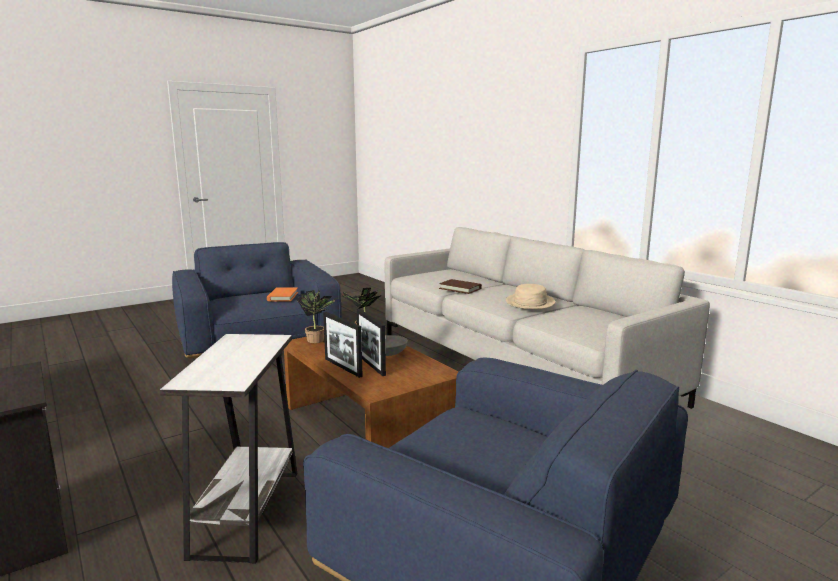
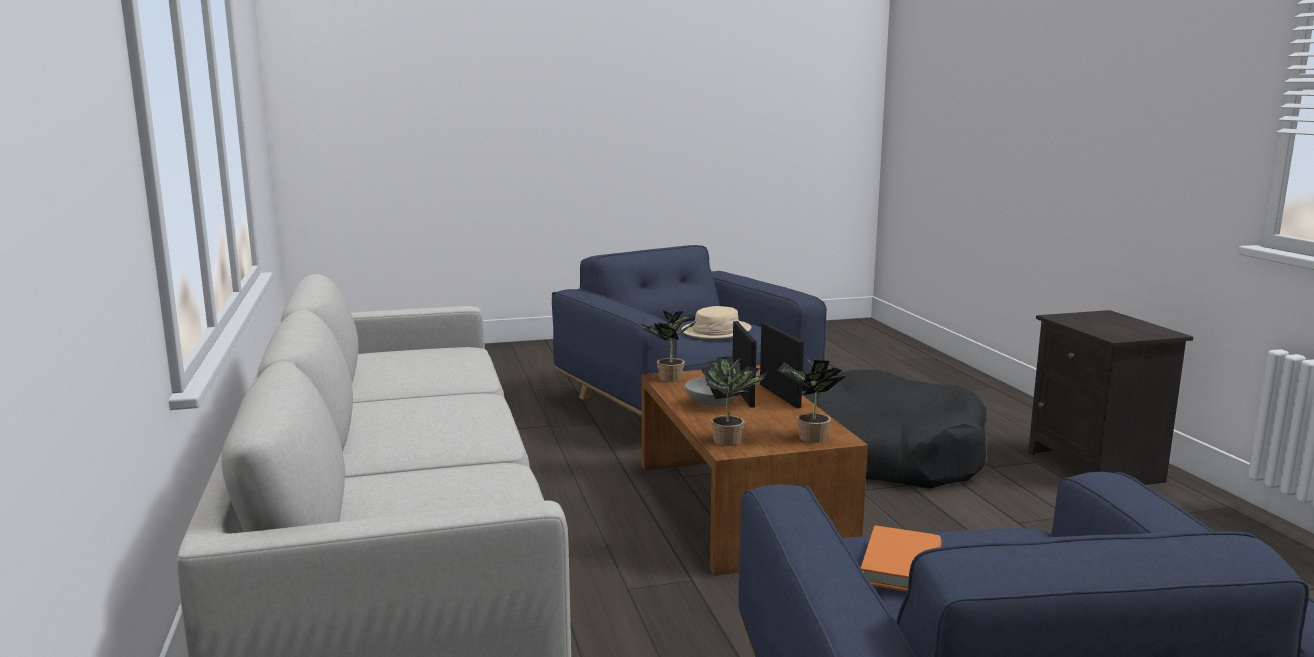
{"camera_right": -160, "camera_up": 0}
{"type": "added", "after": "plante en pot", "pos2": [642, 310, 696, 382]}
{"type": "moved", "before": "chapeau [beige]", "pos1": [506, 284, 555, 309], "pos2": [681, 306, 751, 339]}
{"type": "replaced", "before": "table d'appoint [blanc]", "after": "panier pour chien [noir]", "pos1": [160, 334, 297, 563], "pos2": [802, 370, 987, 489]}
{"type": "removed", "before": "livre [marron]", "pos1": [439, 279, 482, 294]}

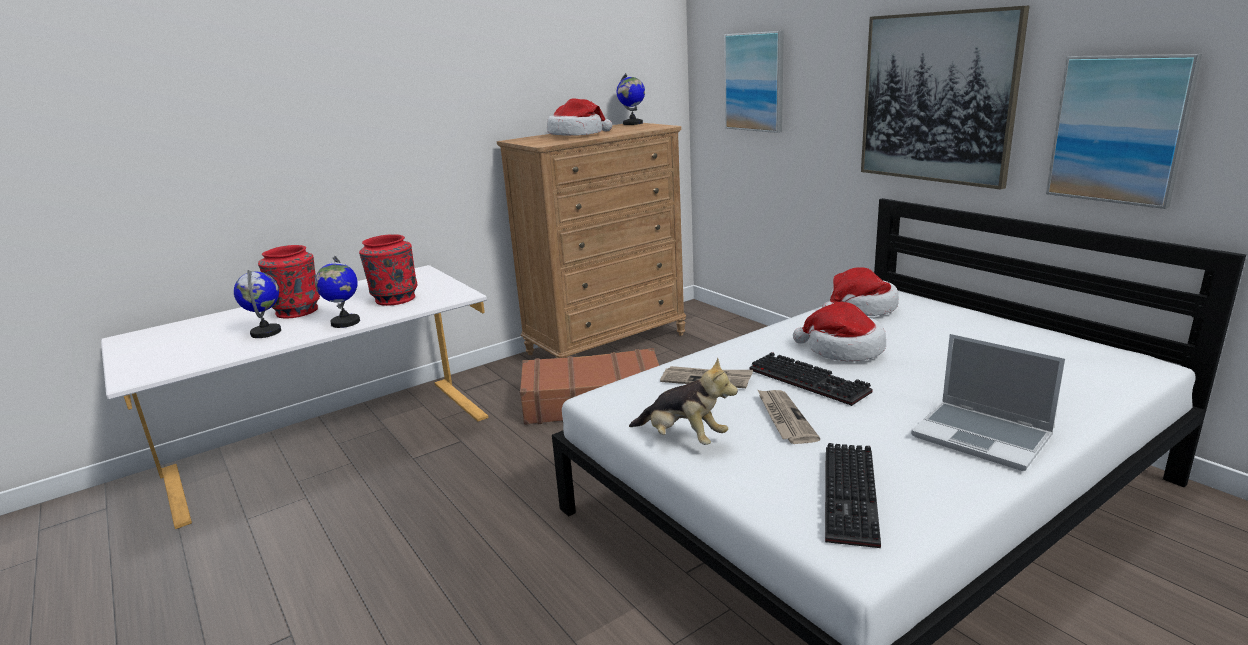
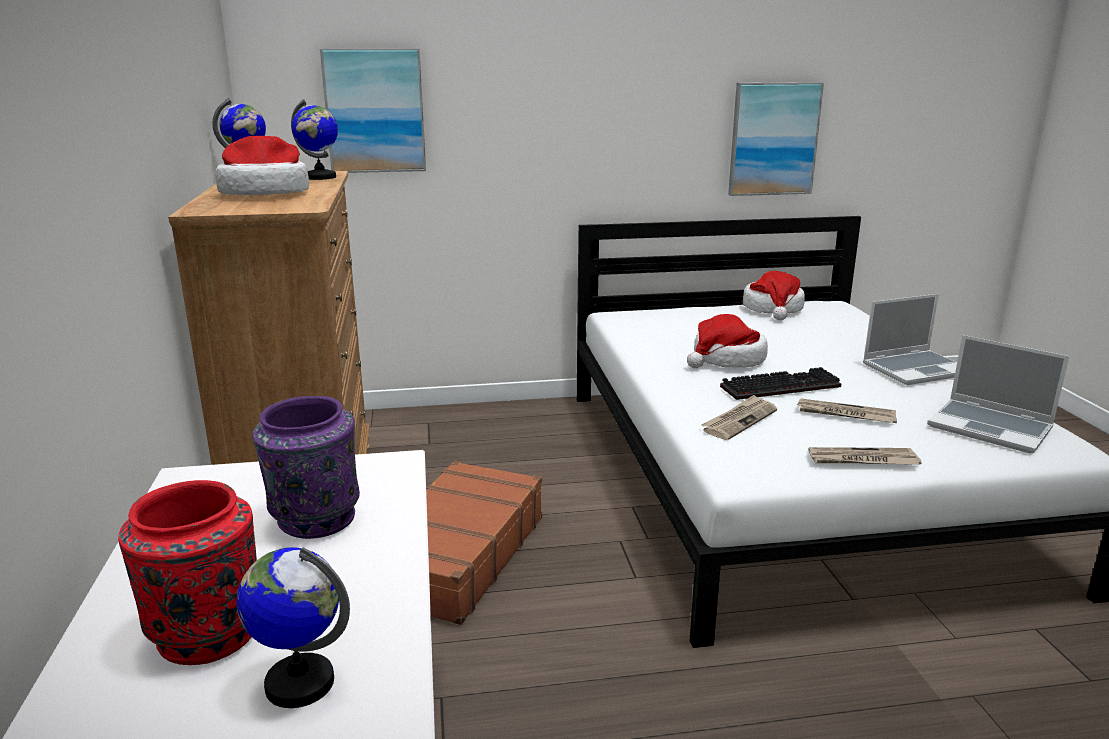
{"camera_right": -65, "camera_up": 0}
{"type": "recoloured", "before": "vase [rouge]", "after": "vase [violet]", "pos1": [359, 234, 418, 306], "pos2": [253, 396, 360, 539]}
{"type": "moved", "before": "globe", "pos1": [315, 256, 360, 328], "pos2": [291, 99, 338, 180]}
{"type": "moved", "before": "chapeau", "pos1": [822, 267, 899, 316], "pos2": [743, 271, 805, 320]}
{"type": "replaced", "before": "peluche", "after": "journal", "pos1": [629, 358, 738, 445], "pos2": [808, 447, 922, 465]}
{"type": "replaced", "before": "clavier", "after": "ordinateur portable", "pos1": [825, 443, 881, 548], "pos2": [927, 335, 1069, 454]}
{"type": "removed", "before": "tableau", "pos1": [861, 6, 1029, 190]}

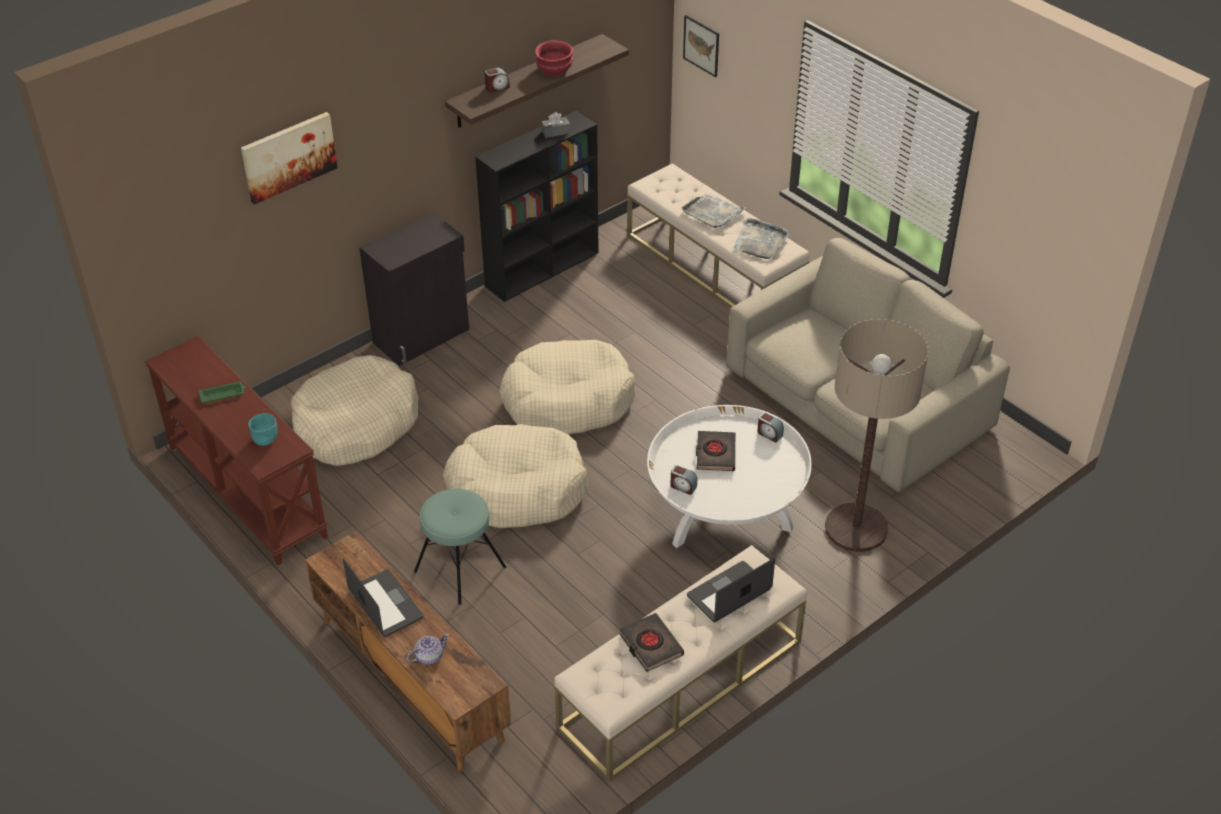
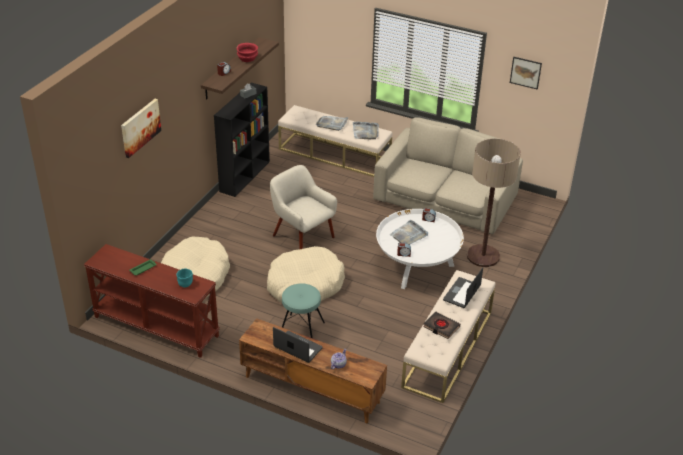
{"camera_right": -25, "camera_up": -5}
{"type": "replaced", "before": "panier pour chien [beige]", "after": "fauteuil [beige]", "pos1": [500, 340, 636, 434], "pos2": [270, 165, 337, 249]}
{"type": "replaced", "before": "livre [noir]", "after": "plateau [gris]", "pos1": [696, 431, 736, 471], "pos2": [390, 220, 428, 245]}
{"type": "moved", "before": "tableau", "pos1": [683, 15, 719, 77], "pos2": [510, 57, 542, 89]}
{"type": "removed", "before": "meuble de rangement [noir]", "pos1": [359, 213, 469, 366]}

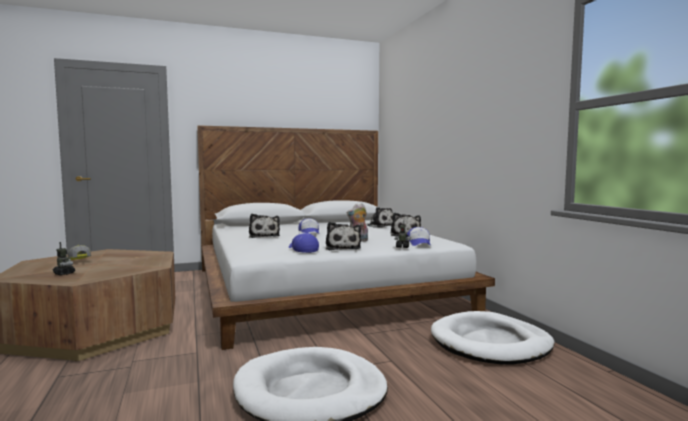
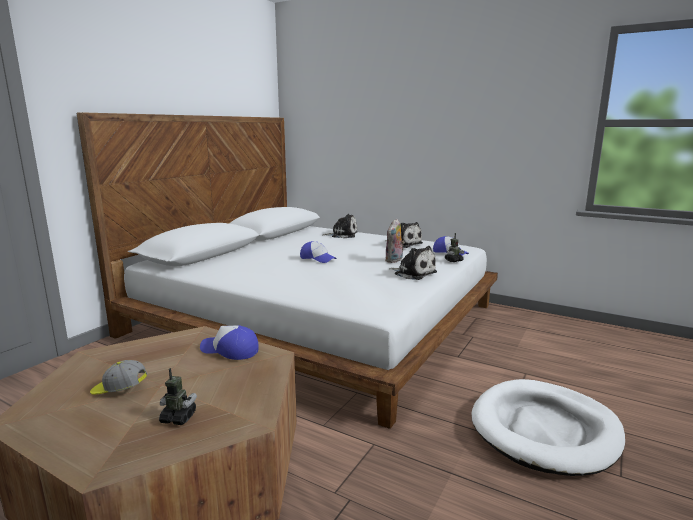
{"camera_right": -40, "camera_up": 10}
{"type": "moved", "before": "casquette", "pos1": [289, 232, 319, 253], "pos2": [200, 325, 259, 360]}
{"type": "removed", "before": "peluche", "pos1": [249, 214, 280, 238]}
{"type": "removed", "before": "panier pour chien [blanc]", "pos1": [431, 311, 555, 364]}

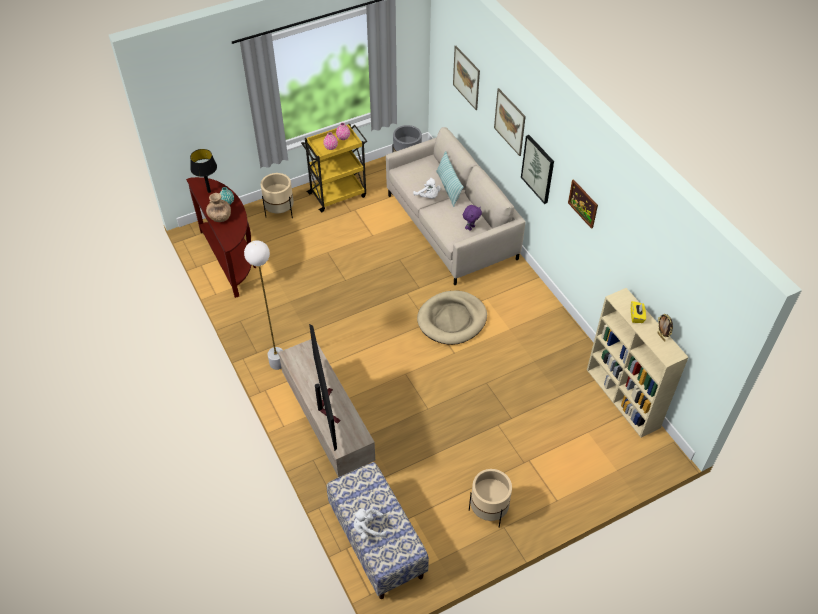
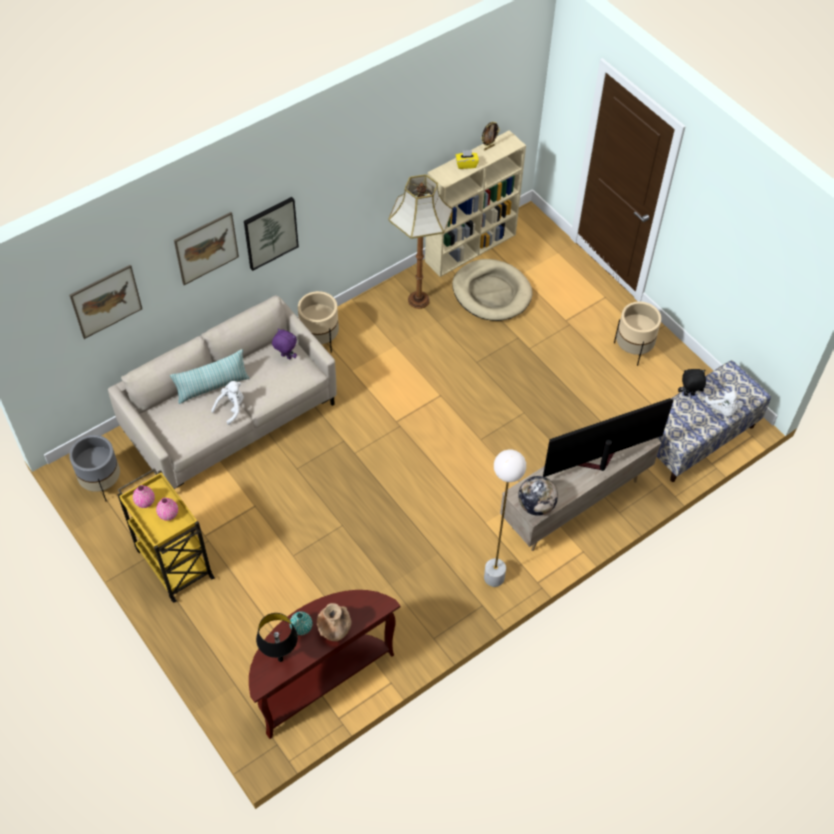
{"camera_right": -100, "camera_up": 5}
{"type": "moved", "before": "cache-pot [beige]", "pos1": [261, 173, 294, 218], "pos2": [298, 291, 339, 353]}
{"type": "added", "after": "lampadaire", "pos2": [388, 174, 453, 309]}
{"type": "moved", "before": "panier pour chien [beige]", "pos1": [417, 291, 487, 345], "pos2": [452, 259, 533, 321]}
{"type": "added", "after": "globe", "pos2": [518, 476, 558, 516]}
{"type": "added", "after": "peluche [noir]", "pos2": [678, 369, 706, 396]}
{"type": "removed", "before": "tableau", "pos1": [568, 179, 598, 229]}

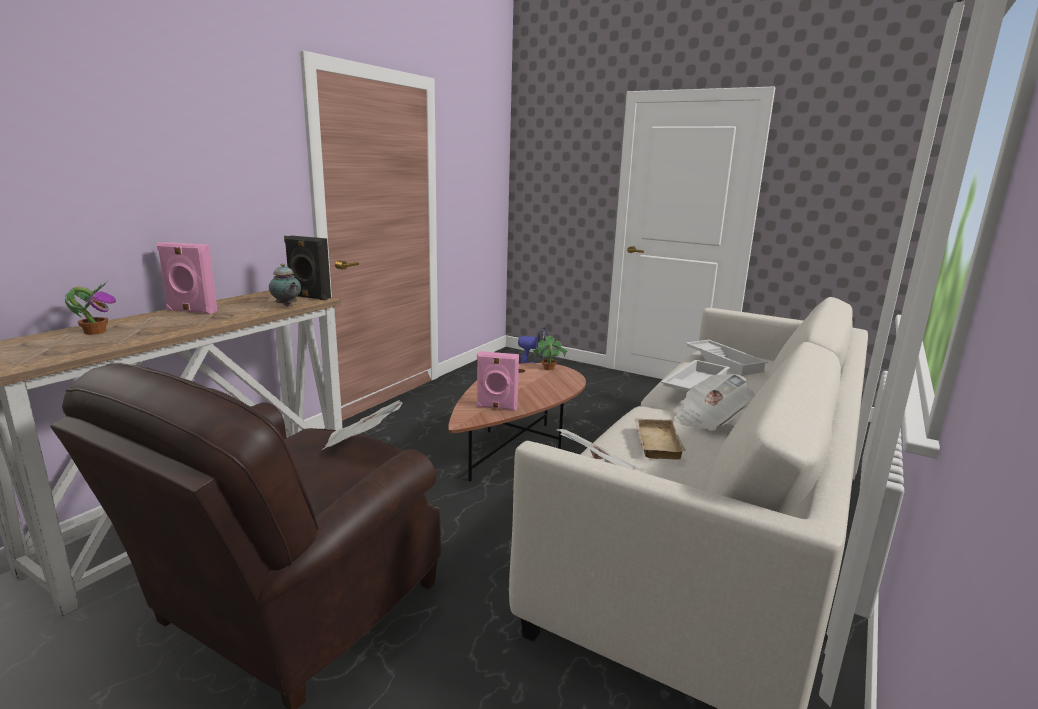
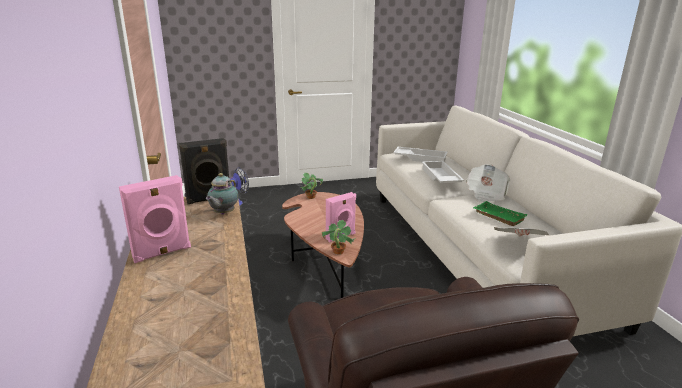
{"camera_right": -45, "camera_up": 5}
{"type": "turned", "before": "théière", "pos1": [269, 263, 301, 306], "pos2": [206, 173, 239, 215], "turn": 105}
{"type": "moved", "before": "plante en pot", "pos1": [65, 282, 116, 335], "pos2": [322, 220, 356, 255]}
{"type": "recoloured", "before": "plateau [beige]", "after": "plateau [vert]", "pos1": [634, 419, 686, 460], "pos2": [473, 201, 528, 226]}
{"type": "removed", "before": "journal", "pos1": [322, 400, 402, 450]}

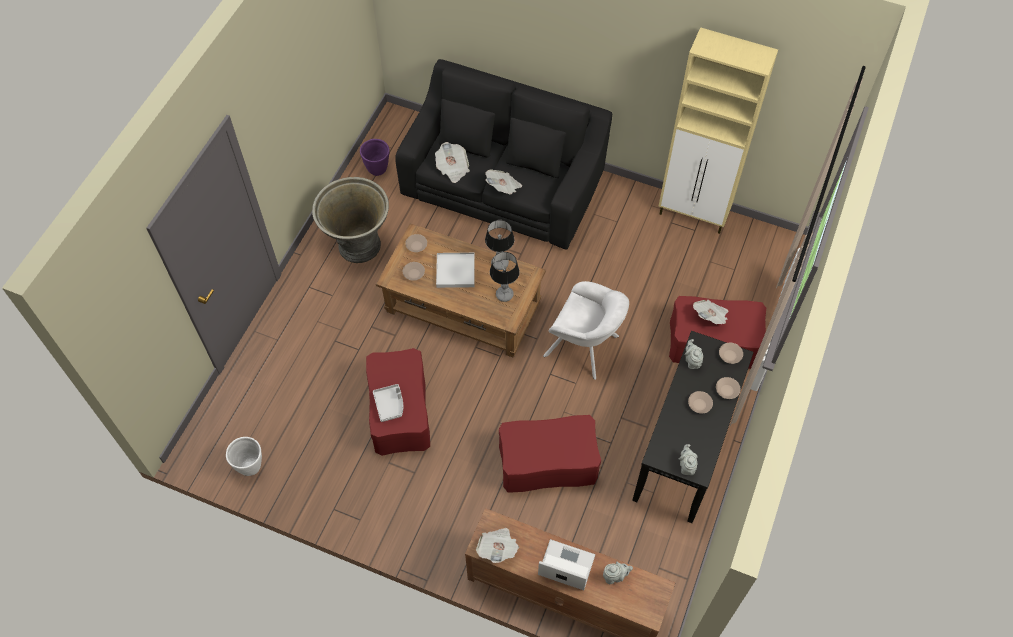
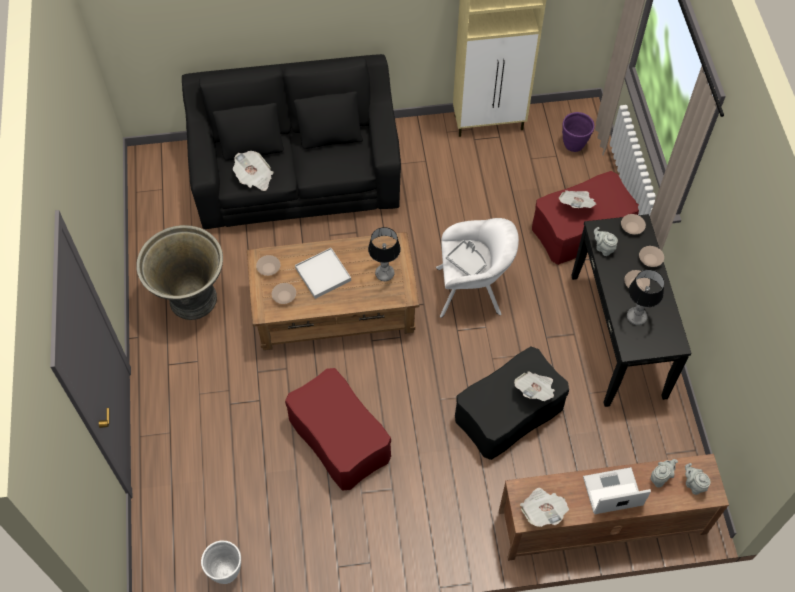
{"camera_right": -30, "camera_up": 0}
{"type": "moved", "before": "plateau [gris]", "pos1": [373, 384, 403, 422], "pos2": [446, 240, 487, 276]}
{"type": "recoloured", "before": "pouf [rouge]", "after": "pouf [noir]", "pos1": [499, 415, 601, 493], "pos2": [455, 347, 569, 460]}
{"type": "moved", "before": "journal", "pos1": [485, 169, 522, 195], "pos2": [514, 371, 555, 401]}
{"type": "moved", "before": "cache-pot [violet]", "pos1": [360, 139, 390, 176], "pos2": [562, 112, 595, 152]}
{"type": "moved", "before": "lampe de table", "pos1": [485, 220, 515, 270], "pos2": [627, 269, 664, 325]}
{"type": "moved", "before": "théière [gris]", "pos1": [679, 444, 698, 475], "pos2": [685, 463, 711, 495]}

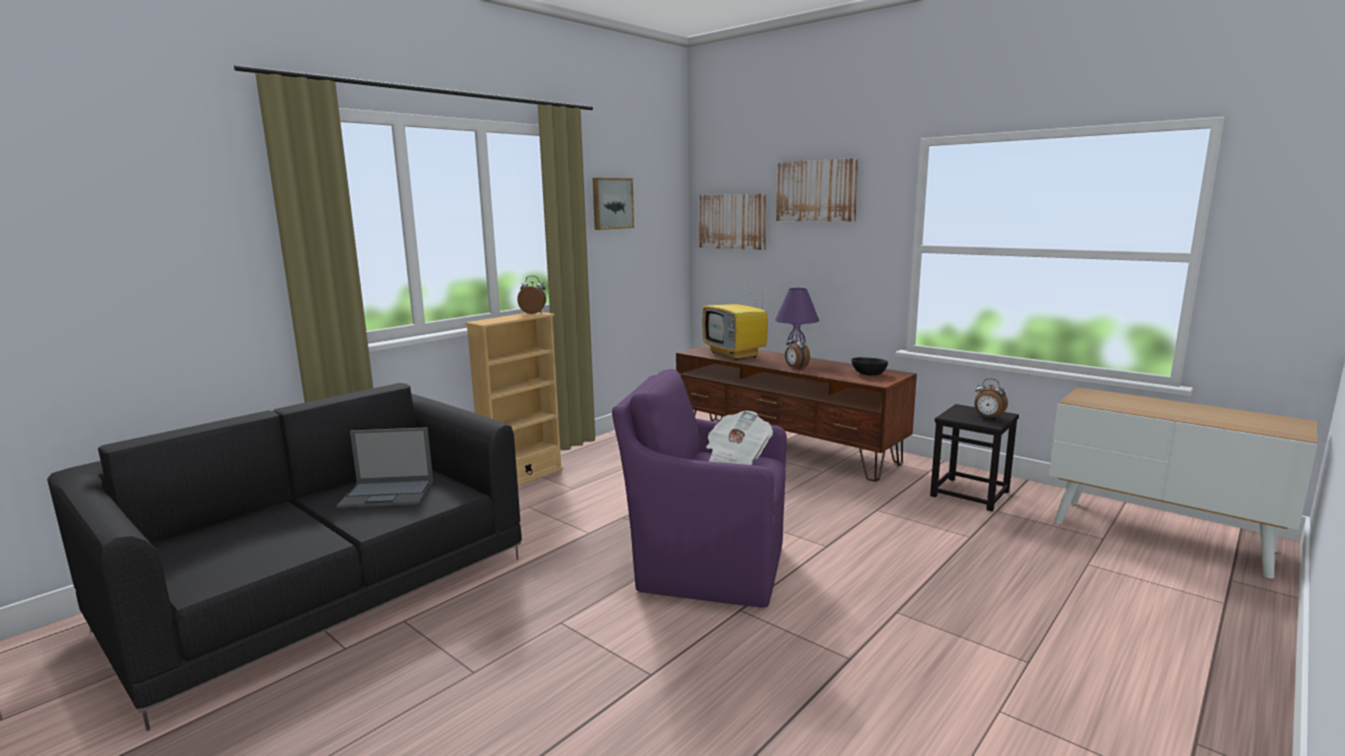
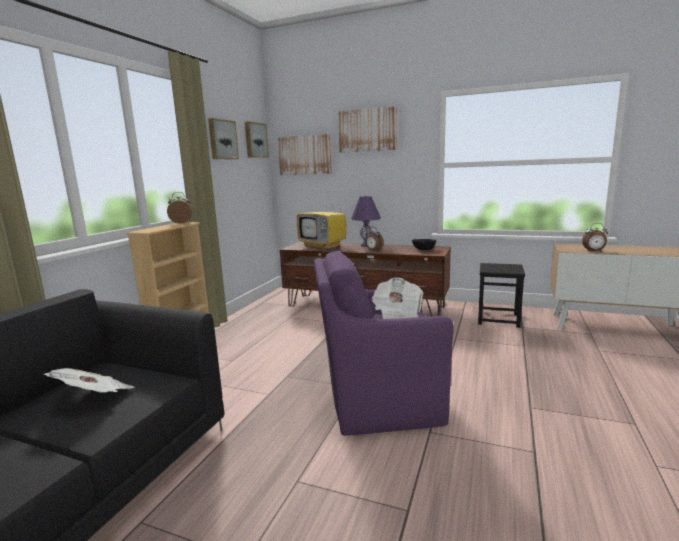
{"camera_right": -20, "camera_up": 0}
{"type": "replaced", "before": "ordinateur portable", "after": "journal", "pos1": [337, 427, 433, 508], "pos2": [44, 368, 135, 393]}
{"type": "added", "after": "tableau", "pos2": [245, 121, 269, 158]}
{"type": "moved", "before": "réveil", "pos1": [974, 378, 1008, 420], "pos2": [582, 223, 608, 252]}

